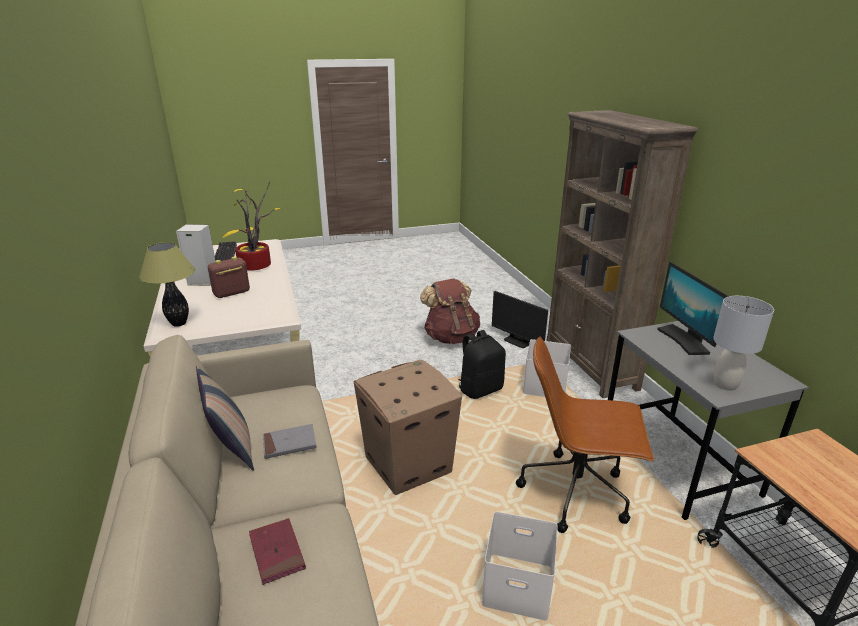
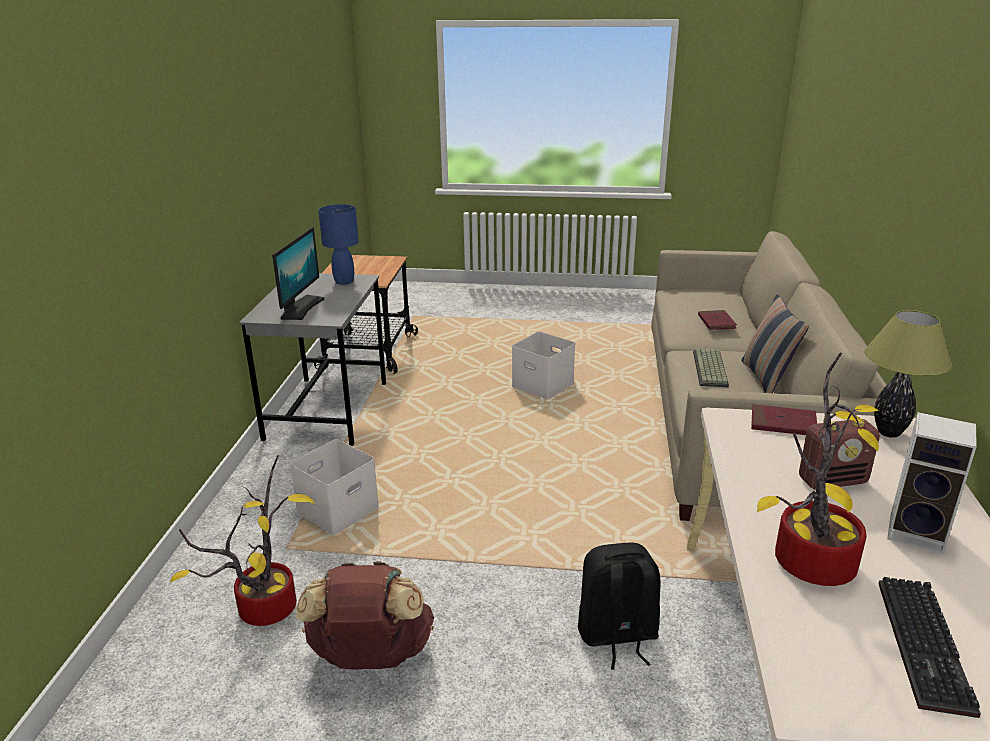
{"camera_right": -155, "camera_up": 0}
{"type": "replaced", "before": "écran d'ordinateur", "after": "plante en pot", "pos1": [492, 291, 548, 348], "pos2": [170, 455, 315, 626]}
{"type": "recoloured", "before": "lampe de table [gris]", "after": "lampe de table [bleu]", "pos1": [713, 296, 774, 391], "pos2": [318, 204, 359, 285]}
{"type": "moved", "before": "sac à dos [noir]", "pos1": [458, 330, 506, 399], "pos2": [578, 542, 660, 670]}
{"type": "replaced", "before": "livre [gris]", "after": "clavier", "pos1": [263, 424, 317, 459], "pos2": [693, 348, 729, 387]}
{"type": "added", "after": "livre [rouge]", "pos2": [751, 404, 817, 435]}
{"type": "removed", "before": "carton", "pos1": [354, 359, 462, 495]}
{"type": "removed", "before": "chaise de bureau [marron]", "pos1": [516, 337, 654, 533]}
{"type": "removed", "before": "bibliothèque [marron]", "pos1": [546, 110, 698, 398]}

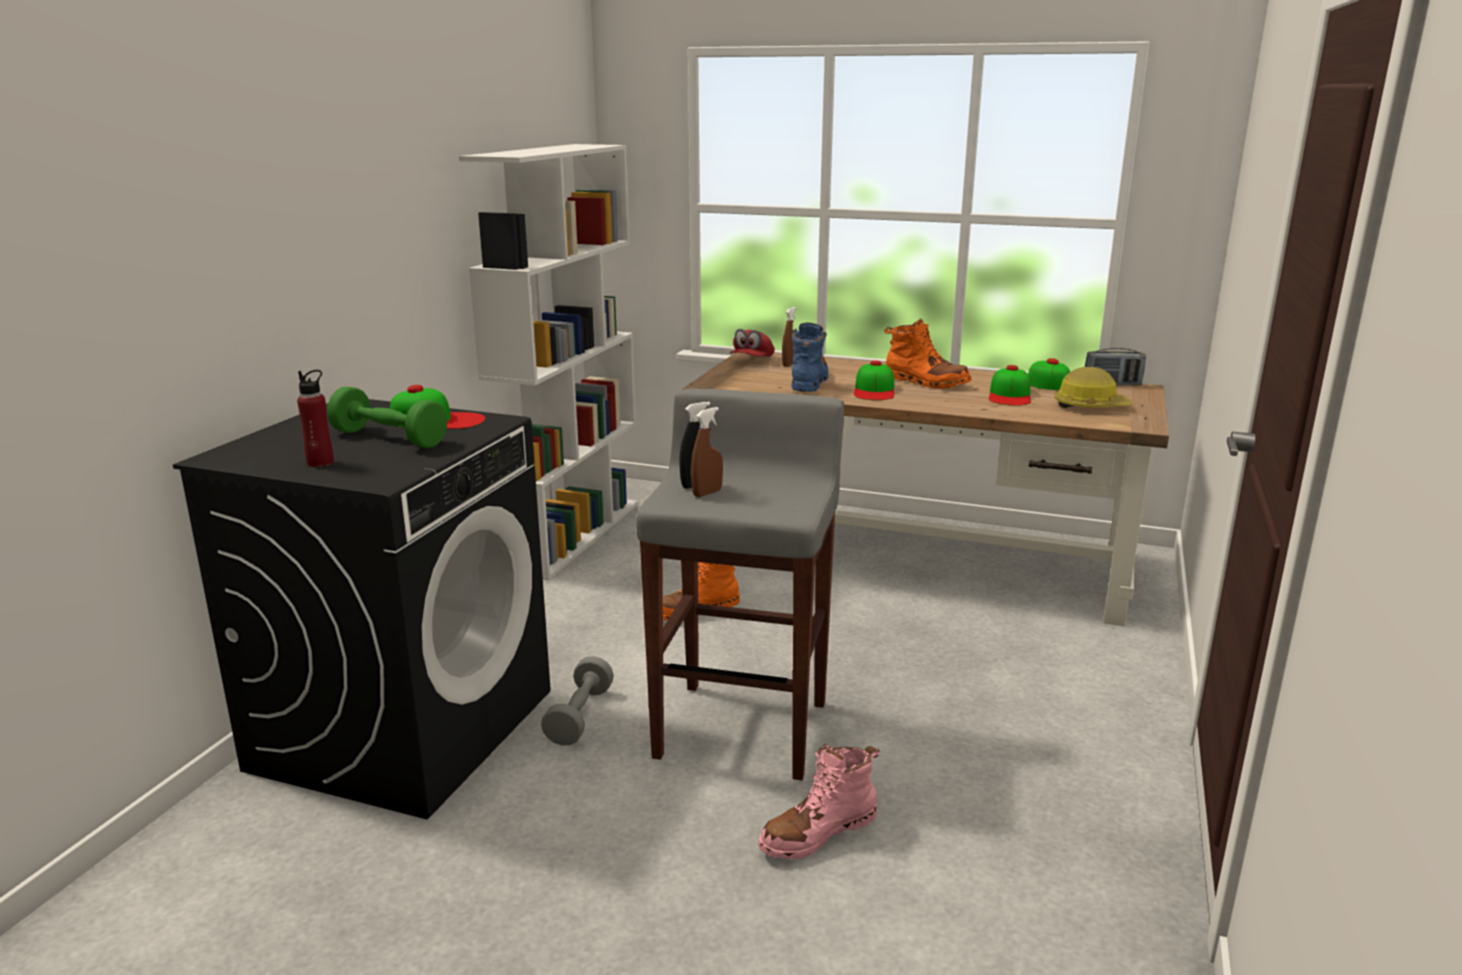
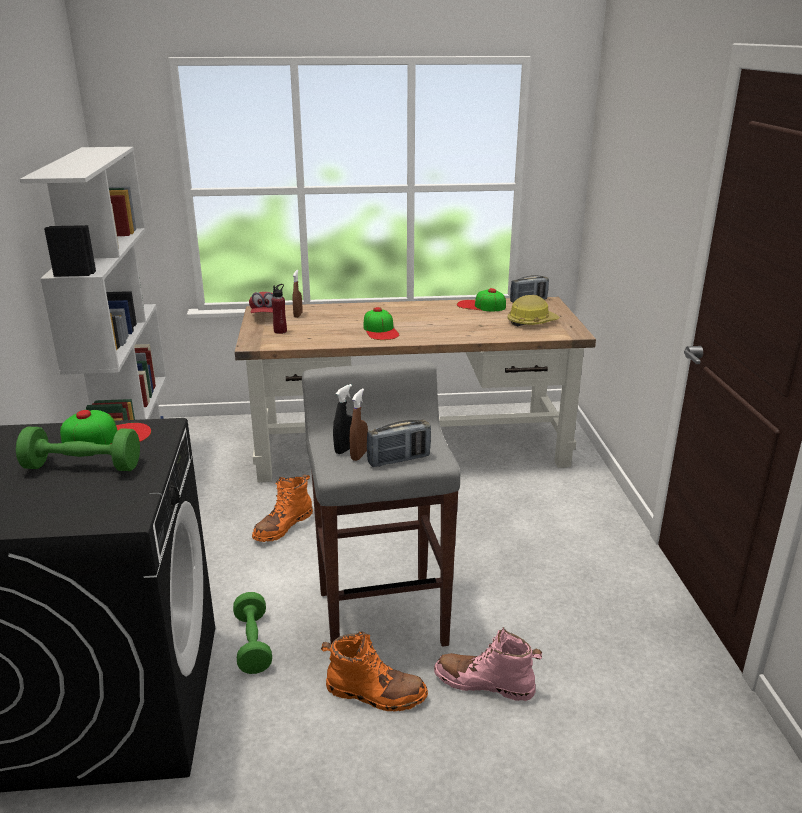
{"camera_right": -25, "camera_up": 5}
{"type": "recoloured", "before": "haltère [gris]", "after": "haltère [vert]", "pos1": [541, 656, 614, 746], "pos2": [233, 592, 272, 674]}
{"type": "moved", "before": "bouteille [rouge]", "pos1": [297, 370, 334, 467], "pos2": [271, 284, 287, 334]}
{"type": "moved", "before": "botte [orange]", "pos1": [884, 319, 972, 389], "pos2": [321, 631, 428, 711]}
{"type": "added", "after": "radio", "pos2": [367, 420, 431, 467]}
{"type": "turned", "before": "botte [rose]", "pos1": [758, 744, 880, 860], "pos2": [434, 627, 542, 701], "turn": 75}
{"type": "removed", "before": "botte [bleu]", "pos1": [791, 323, 829, 392]}
{"type": "removed", "before": "casquette", "pos1": [989, 365, 1031, 406]}

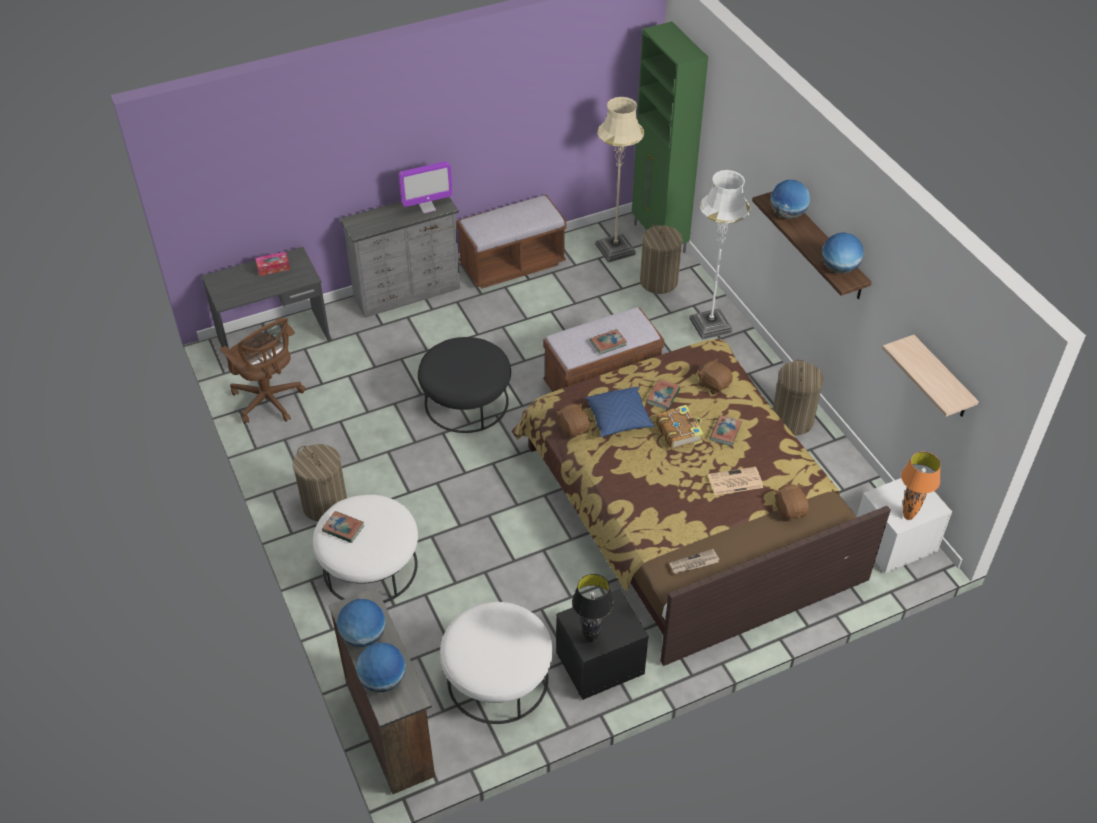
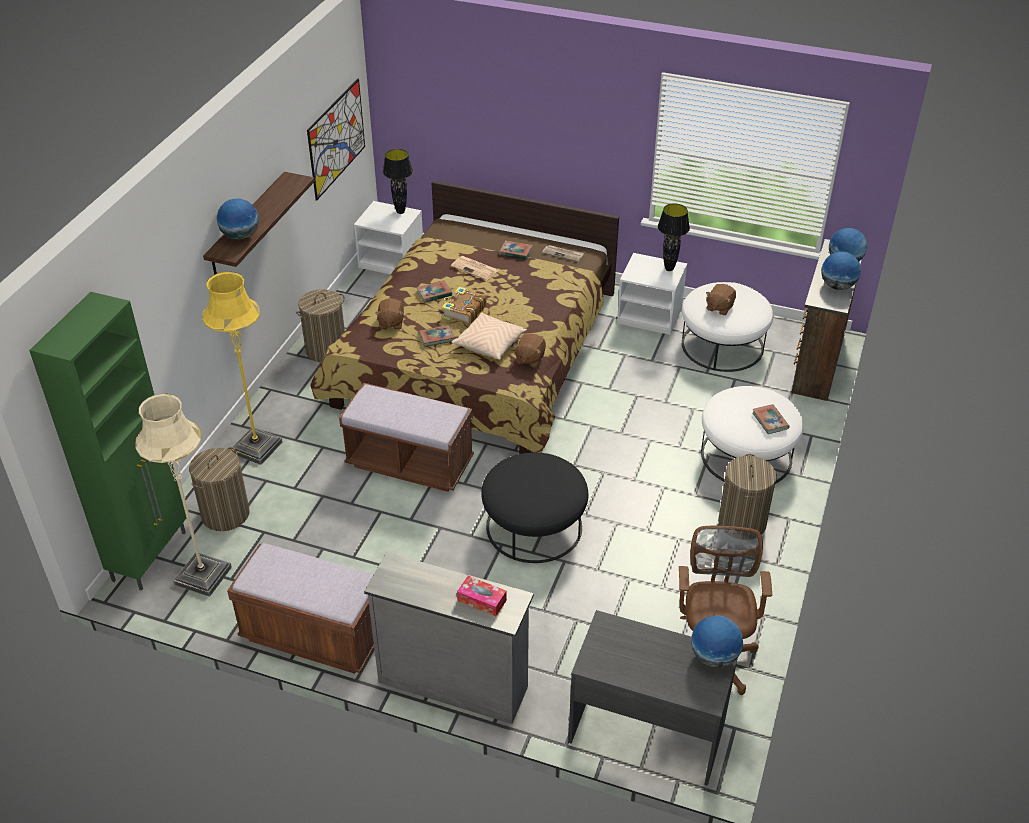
{"camera_right": -135, "camera_up": -5}
{"type": "recoloured", "before": "lampadaire [blanc]", "after": "lampadaire [jaune]", "pos1": [690, 170, 751, 340], "pos2": [202, 271, 282, 465]}
{"type": "replaced", "before": "étagère", "after": "tableau", "pos1": [882, 335, 979, 417], "pos2": [307, 79, 365, 201]}
{"type": "recoloured", "before": "lampe de table [orange]", "after": "lampe de table [noir]", "pos1": [901, 452, 941, 520], "pos2": [383, 149, 413, 214]}
{"type": "recoloured", "before": "coussin [bleu]", "after": "coussin [beige]", "pos1": [585, 387, 655, 437], "pos2": [452, 312, 527, 360]}
{"type": "moved", "before": "boîte à mouchoirs", "pos1": [255, 252, 290, 276], "pos2": [457, 576, 507, 616]}
{"type": "moved", "before": "livre", "pos1": [590, 329, 627, 355], "pos2": [499, 240, 533, 260]}
{"type": "recoloured", "before": "table de chevet [noir]", "after": "table de chevet [blanc]", "pos1": [556, 589, 649, 700], "pos2": [617, 253, 687, 335]}
{"type": "moved", "before": "globe", "pos1": [822, 233, 864, 273], "pos2": [691, 615, 743, 667]}
{"type": "moved", "before": "peluche [marron]", "pos1": [774, 484, 809, 520], "pos2": [706, 284, 736, 315]}
{"type": "removed", "before": "écran d'ordinateur", "pos1": [399, 161, 453, 213]}

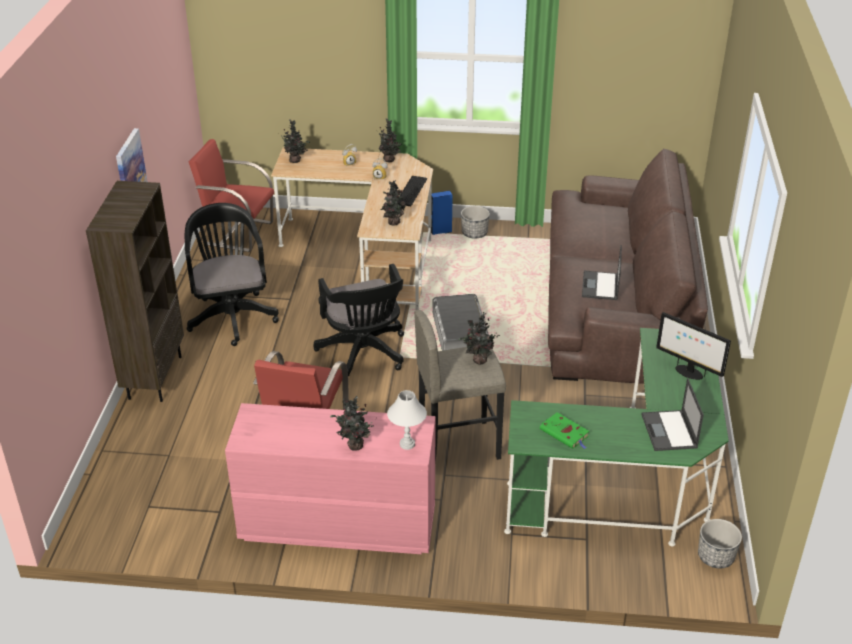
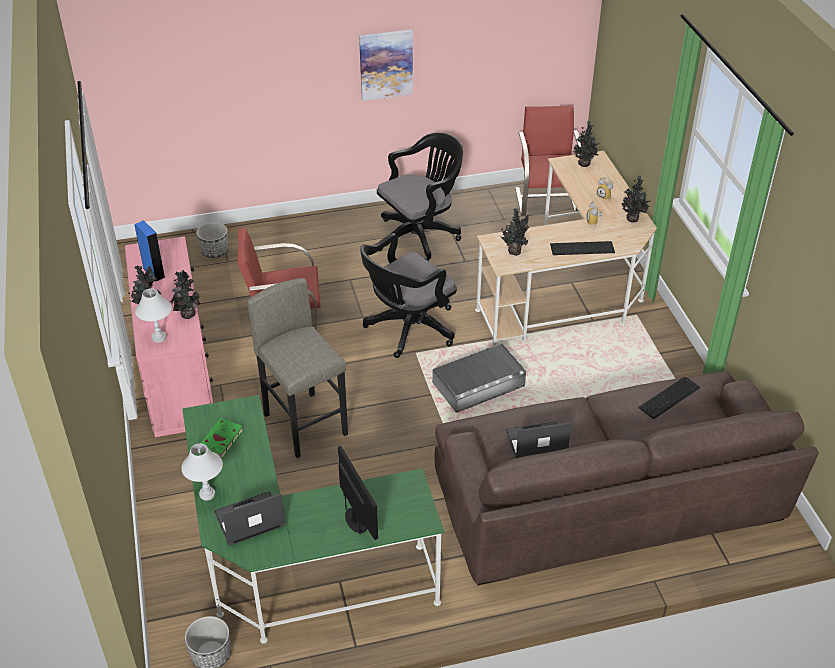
{"camera_right": 70, "camera_up": 5}
{"type": "moved", "before": "enceinte [bleu]", "pos1": [431, 190, 453, 235], "pos2": [134, 220, 165, 281]}
{"type": "moved", "before": "plante en pot", "pos1": [459, 312, 500, 365], "pos2": [170, 270, 199, 319]}
{"type": "added", "after": "lampe de table [blanc]", "pos2": [181, 443, 223, 501]}
{"type": "moved", "before": "cache-pot", "pos1": [461, 206, 490, 238], "pos2": [196, 222, 228, 258]}
{"type": "turned", "before": "écran d'ordinateur", "pos1": [656, 312, 731, 380], "pos2": [338, 446, 378, 540], "turn": 135}
{"type": "added", "after": "clavier", "pos2": [638, 377, 700, 419]}
{"type": "removed", "before": "bibliothèque [marron]", "pos1": [86, 181, 184, 402]}

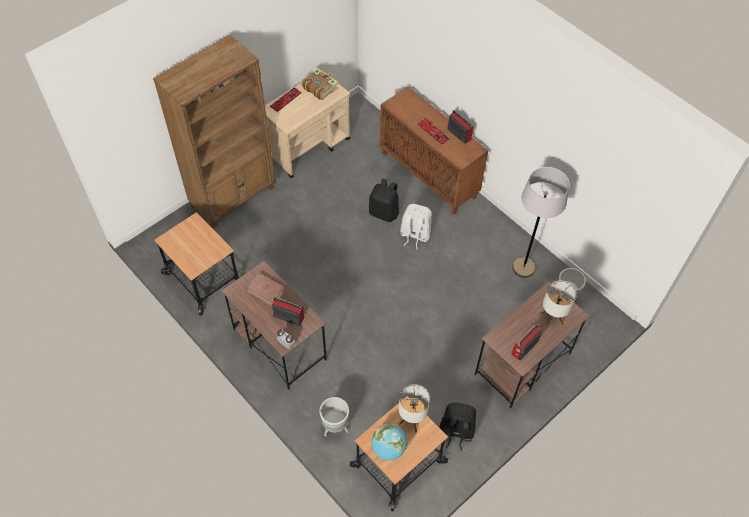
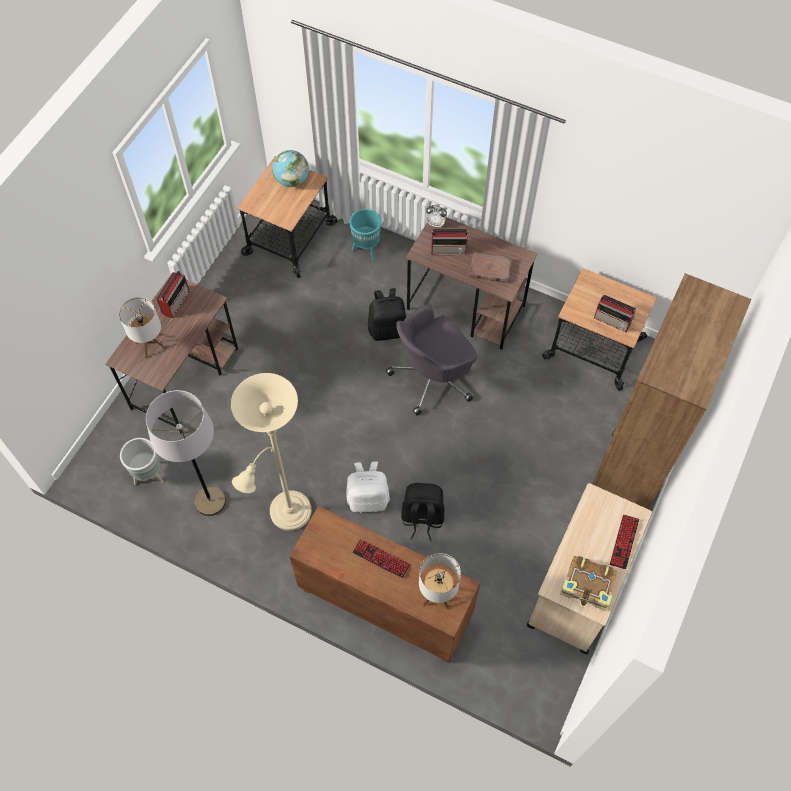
{"camera_right": 160, "camera_up": 5}
{"type": "added", "after": "lampadaire [beige]", "pos2": [231, 373, 312, 531]}
{"type": "recoloured", "before": "cache-pot [gris]", "after": "cache-pot [turquoise]", "pos1": [319, 397, 349, 436], "pos2": [350, 209, 381, 260]}
{"type": "moved", "before": "sac à dos [noir]", "pos1": [440, 403, 476, 452], "pos2": [368, 288, 406, 341]}
{"type": "added", "after": "chaise de bureau [gris]", "pos2": [386, 305, 477, 416]}
{"type": "moved", "before": "lampe de table", "pos1": [398, 384, 430, 433], "pos2": [419, 553, 461, 609]}
{"type": "moved", "before": "radio", "pos1": [447, 110, 473, 144], "pos2": [594, 295, 636, 332]}

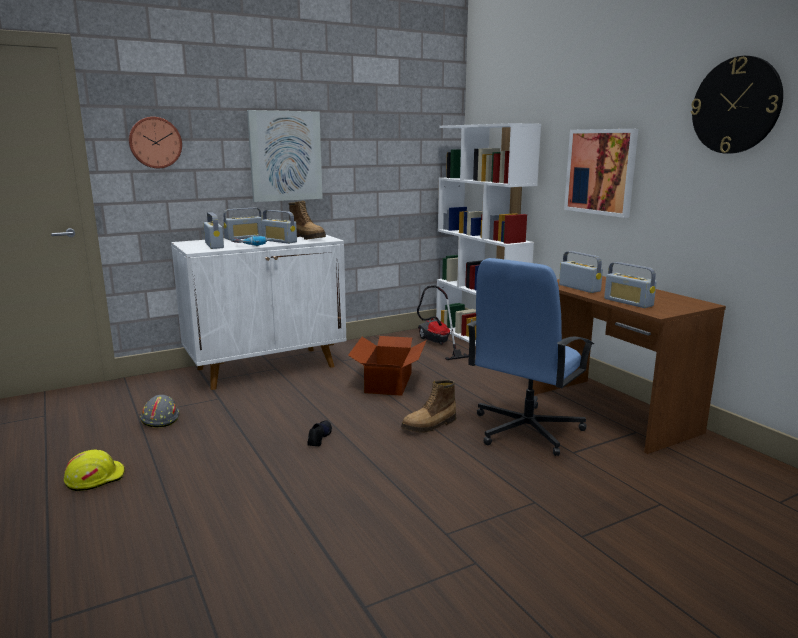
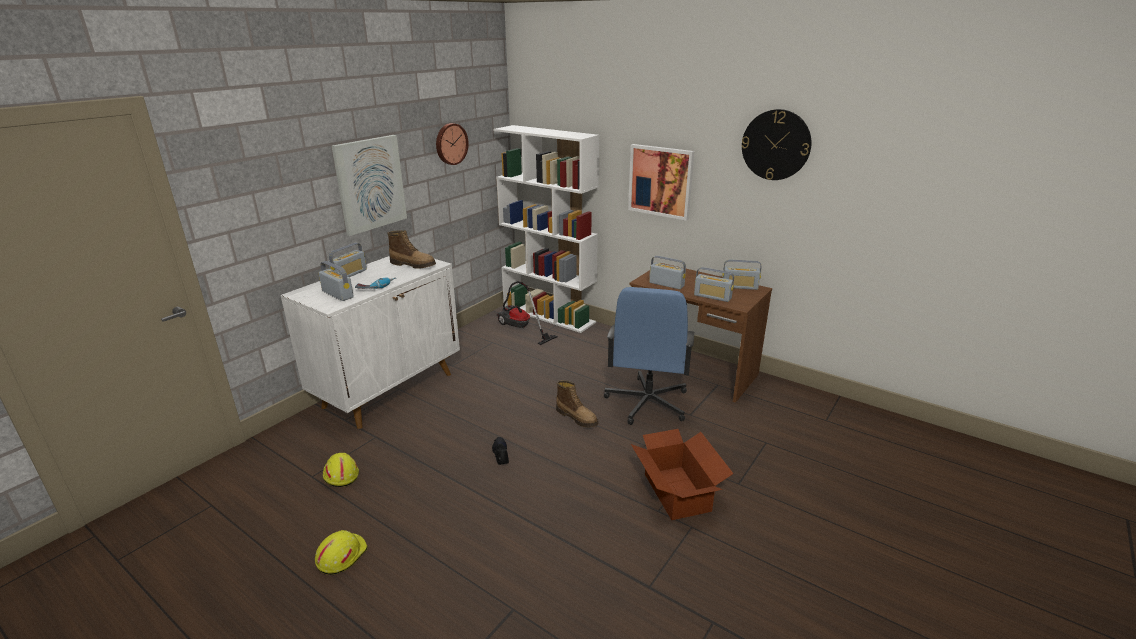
{"camera_right": -25, "camera_up": 10}
{"type": "recoloured", "before": "casque de chantier [gris]", "after": "casque de chantier [jaune]", "pos1": [140, 395, 179, 428], "pos2": [323, 453, 359, 487]}
{"type": "moved", "before": "horloge murale", "pos1": [129, 117, 182, 168], "pos2": [436, 123, 469, 165]}
{"type": "turned", "before": "botte", "pos1": [401, 380, 456, 433], "pos2": [556, 380, 598, 427], "turn": -75}
{"type": "moved", "before": "carton", "pos1": [348, 336, 426, 396], "pos2": [631, 429, 734, 520]}
{"type": "moved", "before": "radio", "pos1": [261, 210, 297, 244], "pos2": [723, 260, 762, 290]}

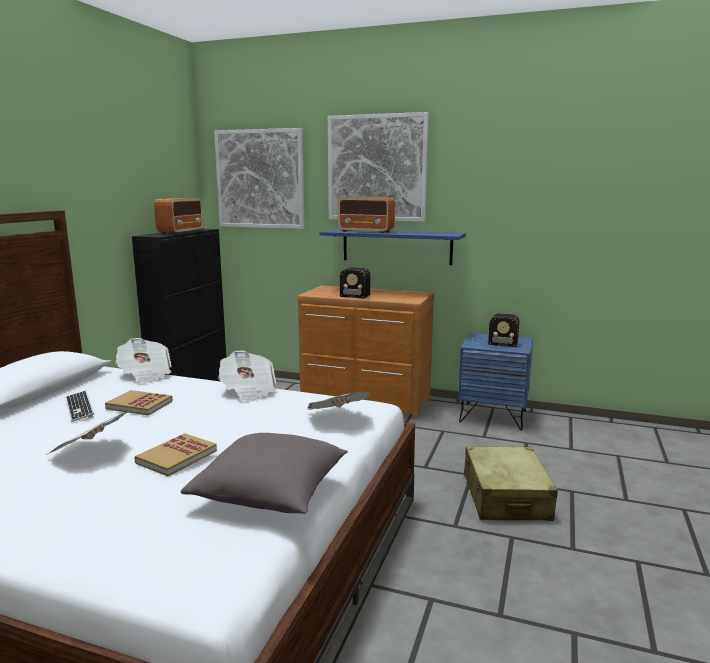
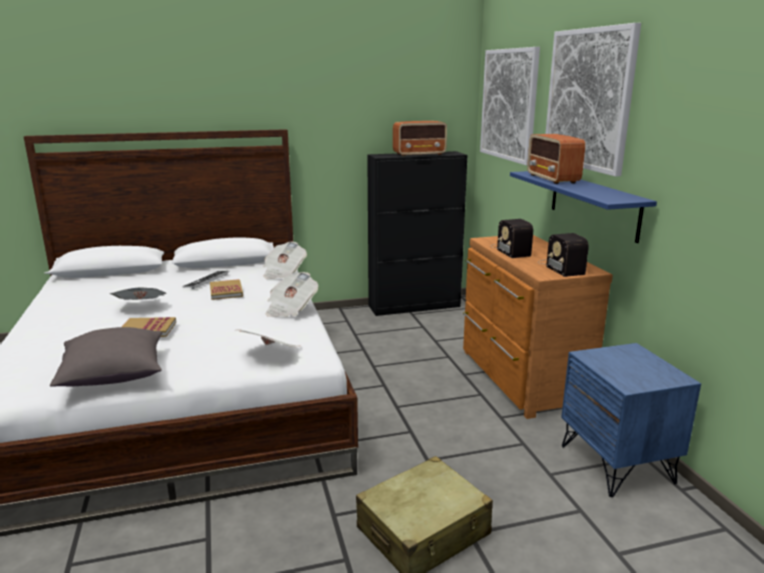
{"camera_right": 55, "camera_up": 5}
{"type": "moved", "before": "radio", "pos1": [474, 313, 519, 347], "pos2": [538, 233, 589, 277]}

